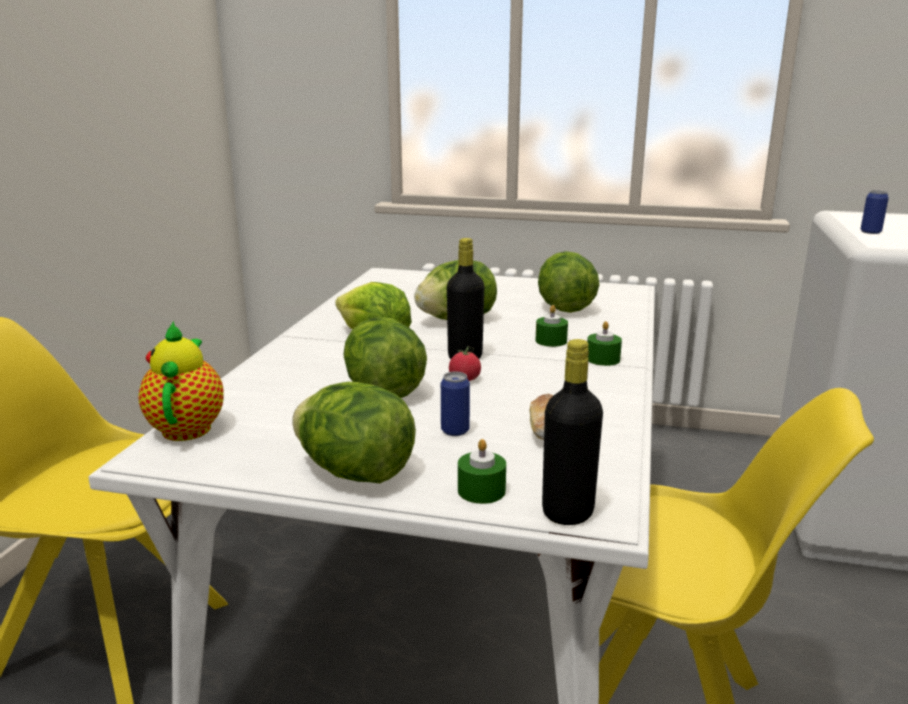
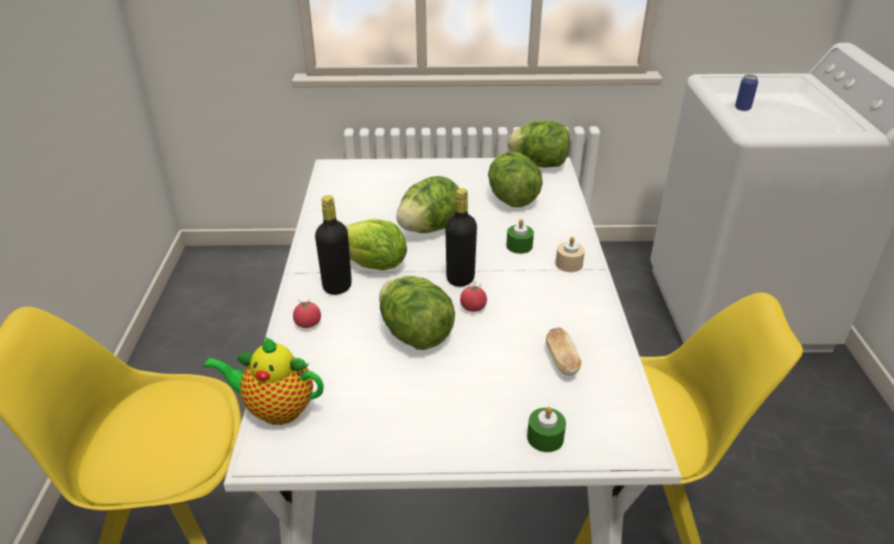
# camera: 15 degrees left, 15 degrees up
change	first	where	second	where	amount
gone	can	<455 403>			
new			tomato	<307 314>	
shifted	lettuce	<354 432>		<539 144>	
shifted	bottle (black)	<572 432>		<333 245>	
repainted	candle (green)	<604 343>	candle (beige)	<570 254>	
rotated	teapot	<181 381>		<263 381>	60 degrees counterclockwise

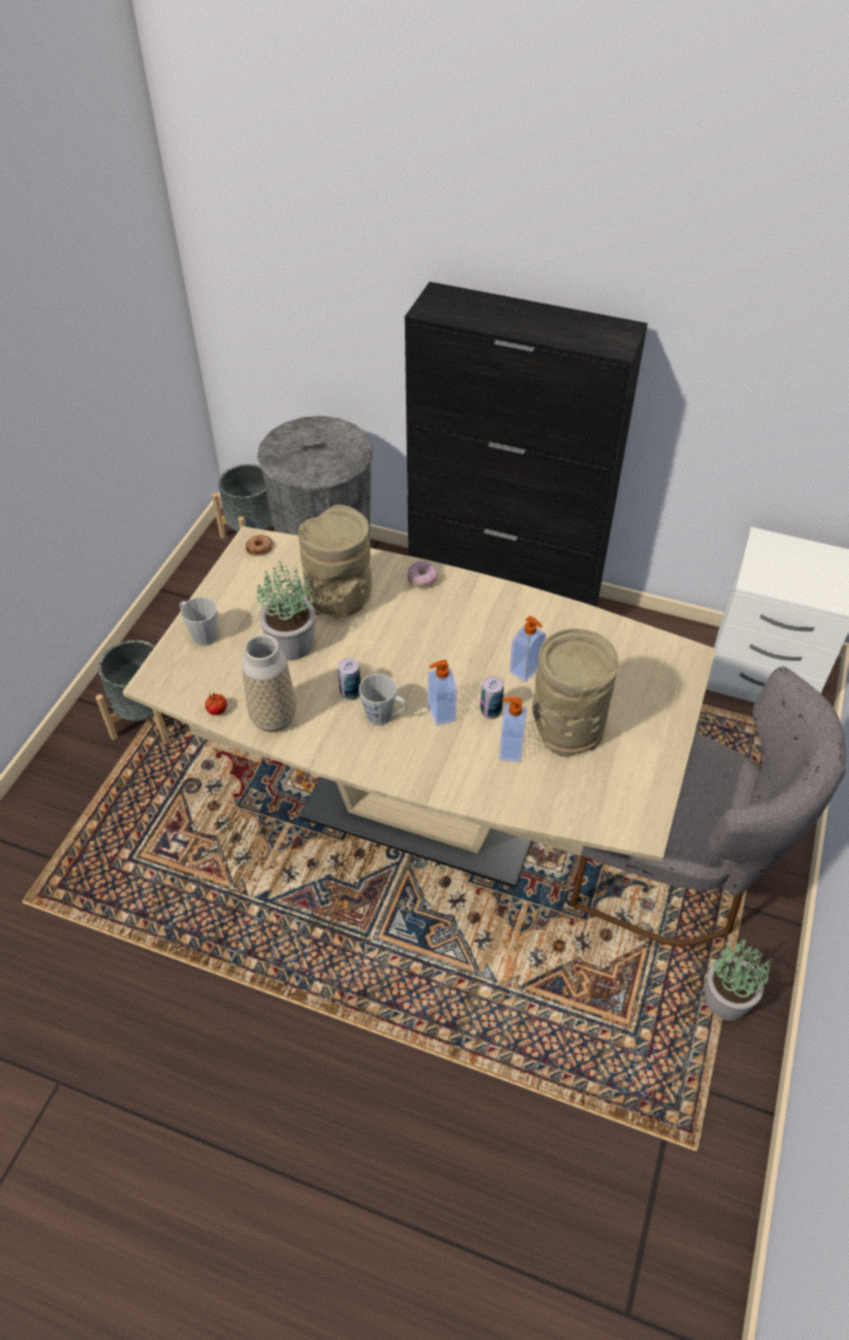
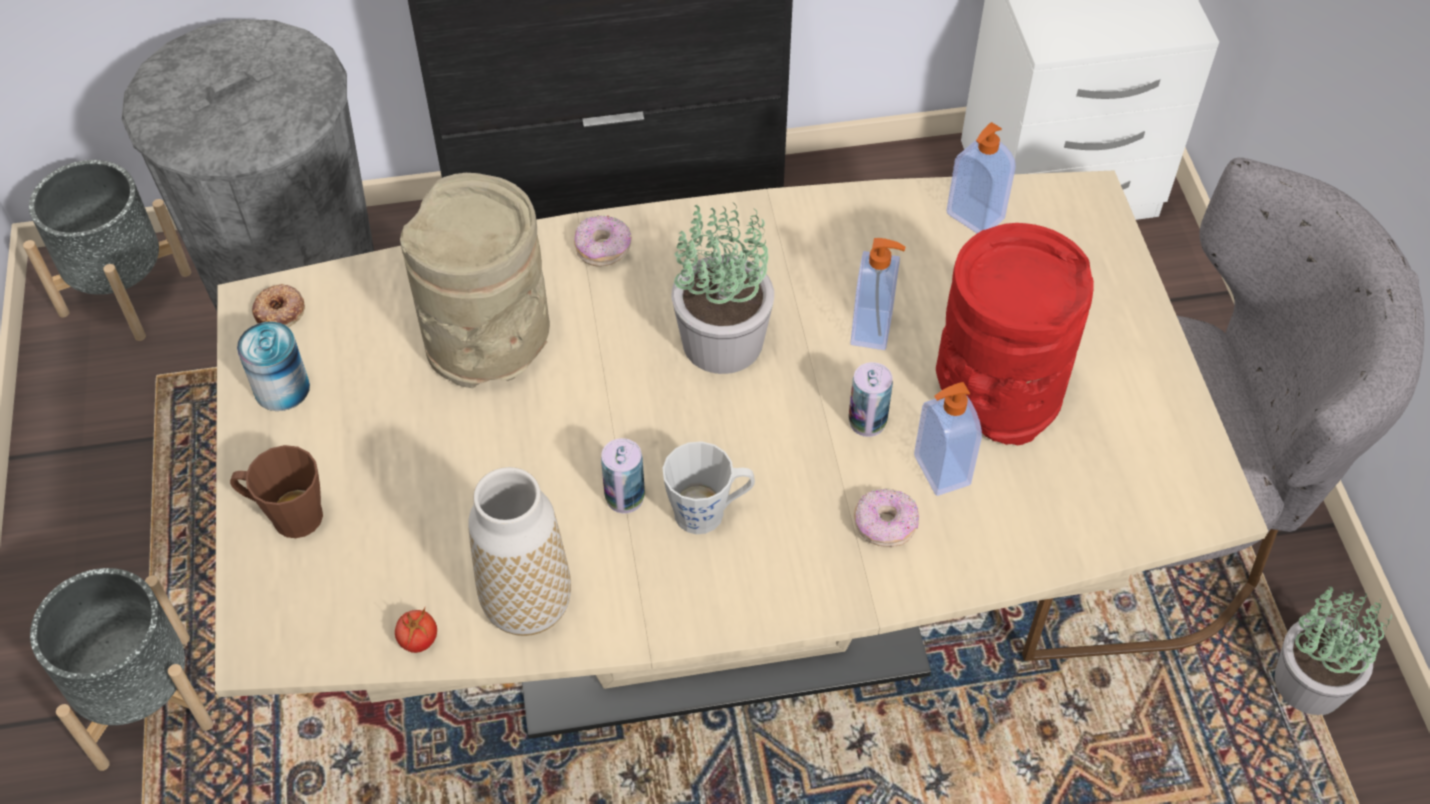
# camera: 30 degrees left, 5 degrees up
change	first	where	second	where	amount
new			can	<273 366>	
new			donut	<886 517>	
shifted	potted plant	<285 610>		<722 288>	
shifted	soap dispenser	<442 693>		<981 177>	
repainted	mug (grey)	<198 621>	mug (brown)	<276 491>	
repainted	vase (beige)	<575 693>	vase (red)	<1015 334>	

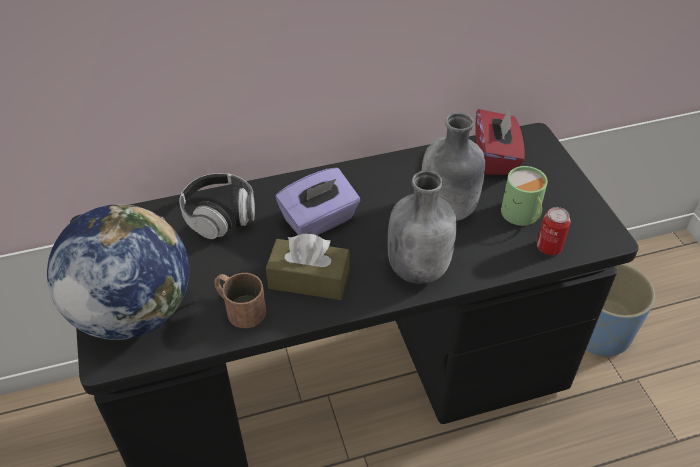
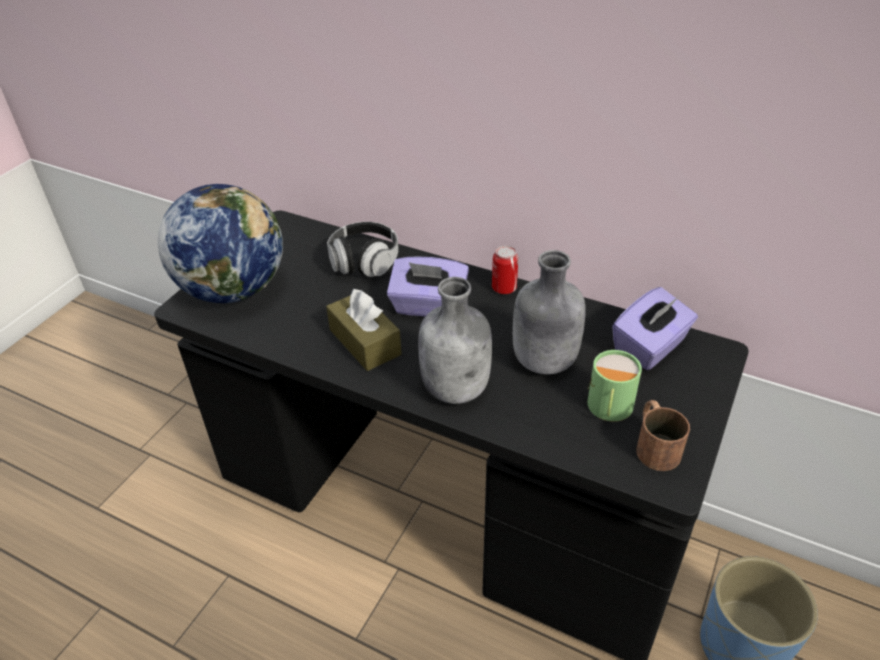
# camera: 45 degrees right, 5 degrees down
change	first	where	second	where	amount
shifted	mug (brown)	<240 300>		<663 435>	
shifted	can	<554 231>		<505 269>	
repainted	tissue box (red)	<500 142>	tissue box (purple)	<655 328>	

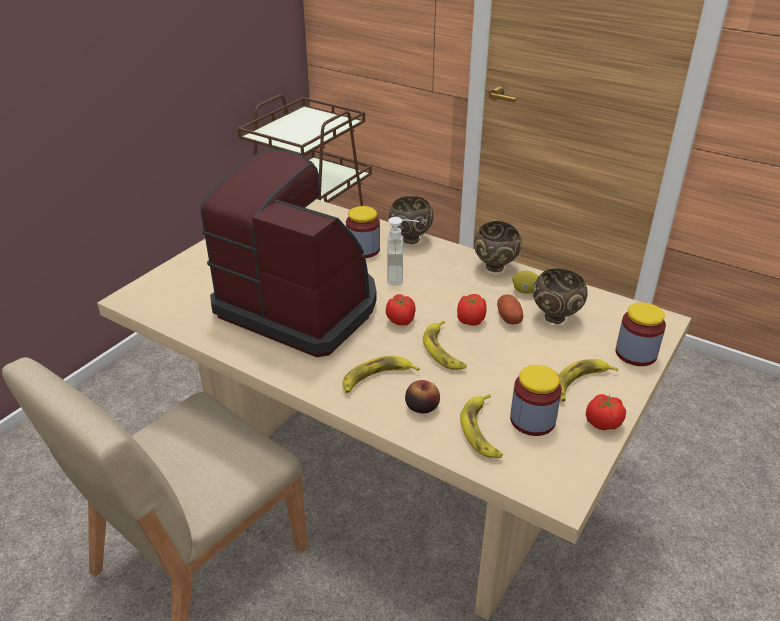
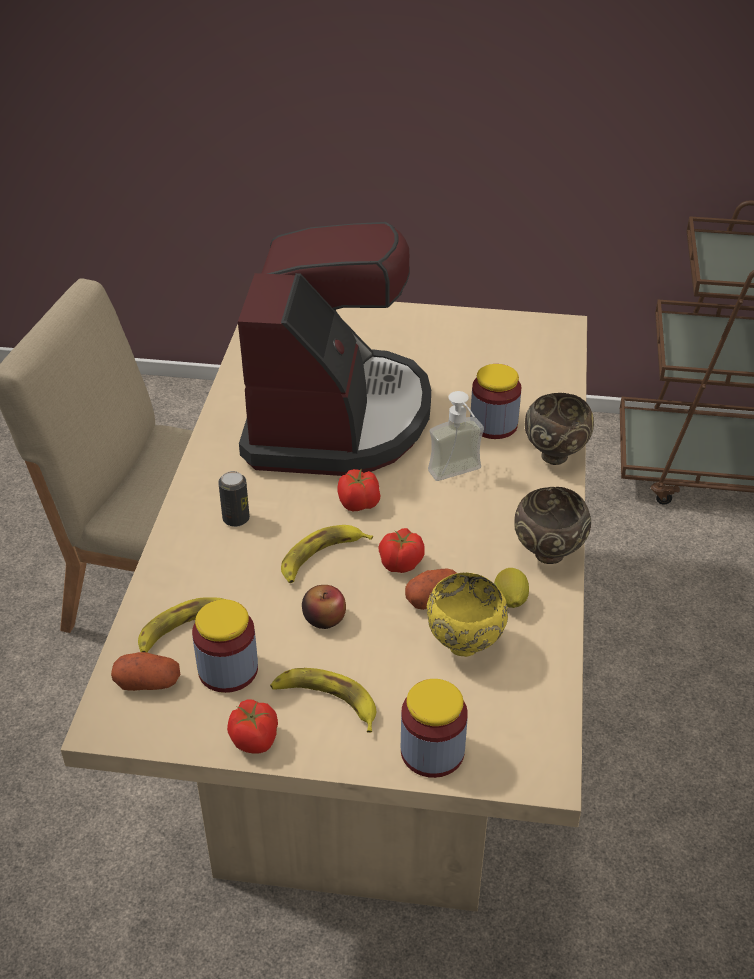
# camera: 65 degrees right, 5 degrees up
change	first	where	second	where	amount
new			potato	<145 671>	
shifted	apple	<422 396>		<324 607>	
swapped	banana	<381 374>	can	<234 499>	
repainted	bowl (brown)	<560 296>	bowl (yellow)	<467 615>	

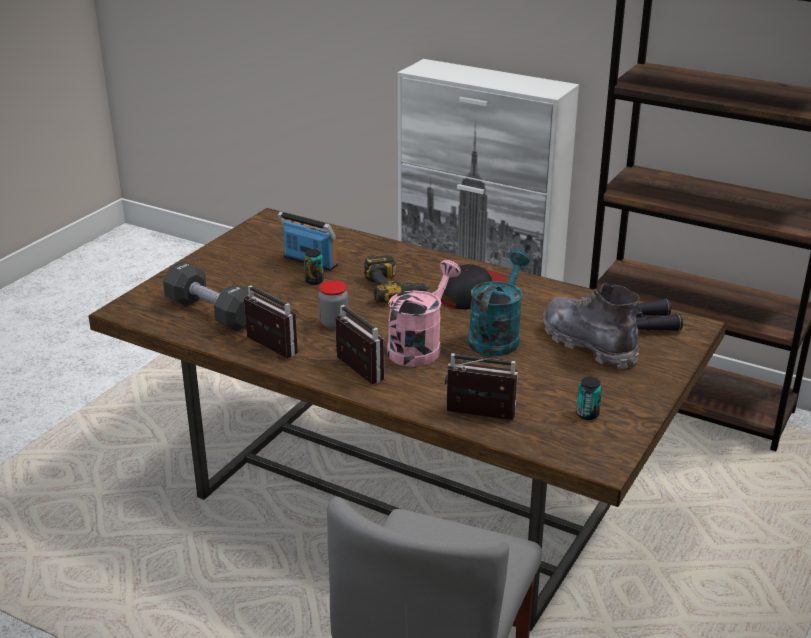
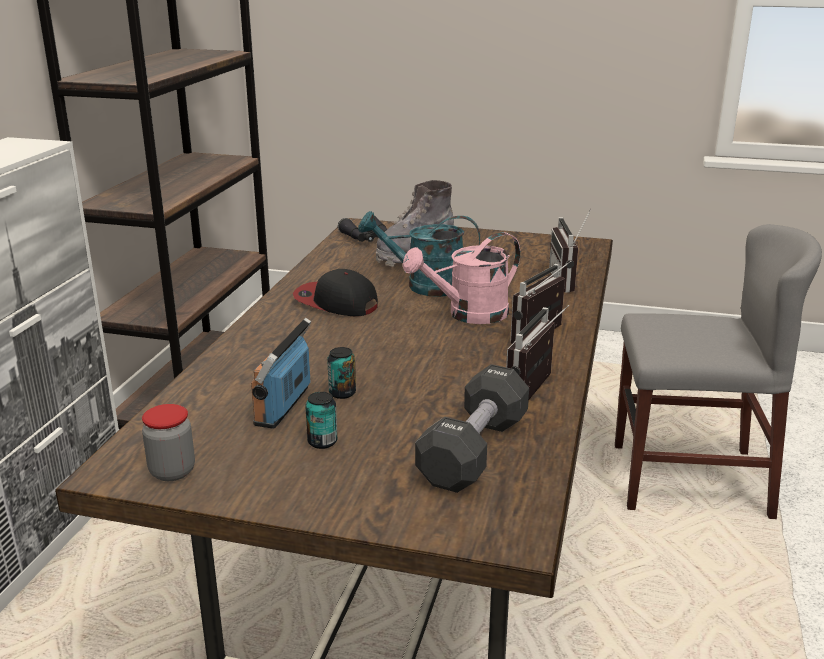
# camera: 105 degrees left, 5 degrees down
change	first	where	second	where	amount
gone	power drill	<397 279>			
shifted	jar	<333 304>		<168 442>	
shifted	can	<589 398>		<321 420>	
rotated	watering can (pink)	<424 313>		<461 278>	45 degrees counterclockwise

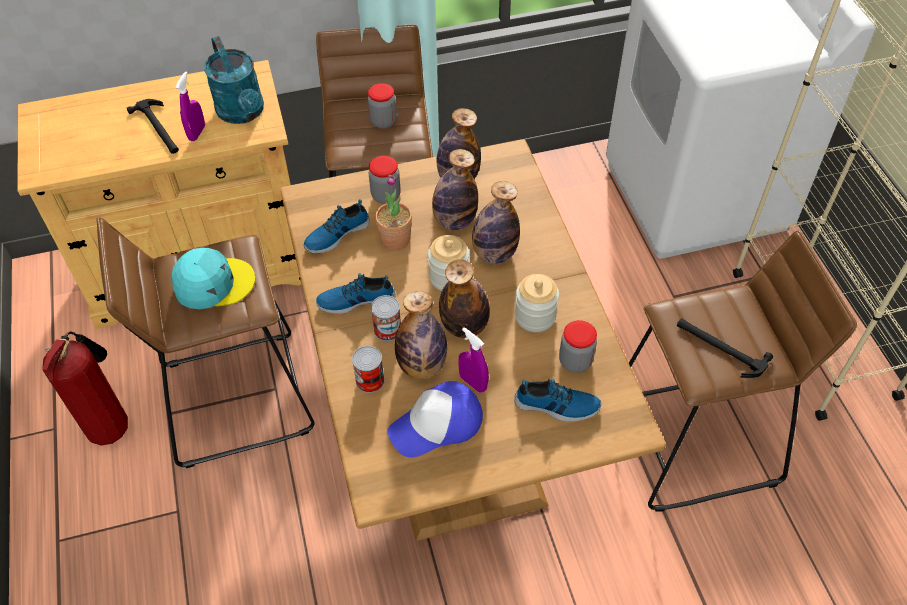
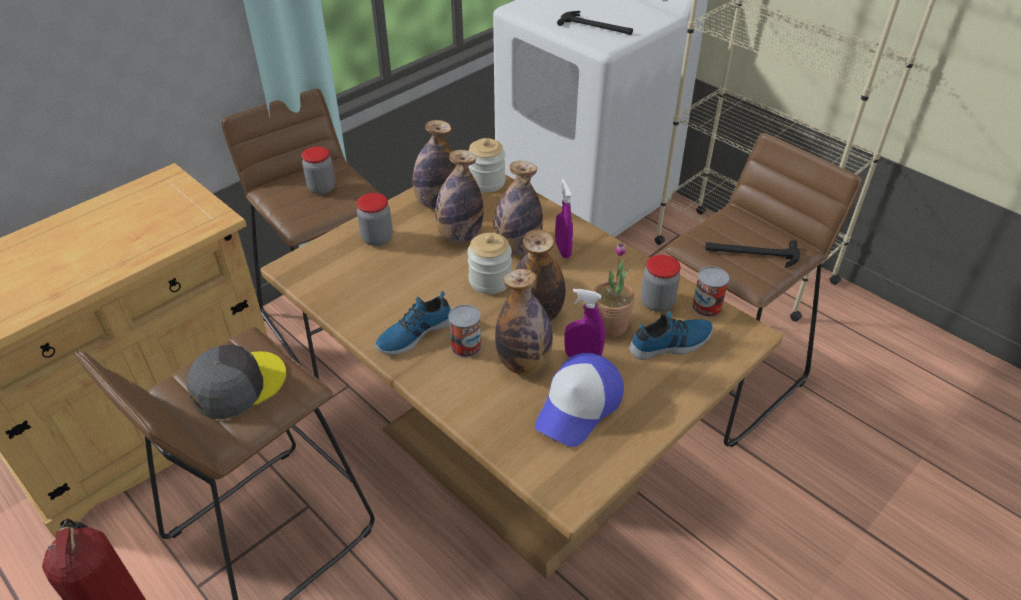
# camera: 30 degrees left, 10 degrees down
change	first	where	second	where	amount
gone	watering can (turquoise)	<234 80>			
gone	shoe	<336 226>			
shifted	hammer	<153 126>		<595 23>	
shifted	spray bottle (purple)	<190 106>		<564 218>	
shifted	can	<368 369>		<710 291>	
shifted	potted plant	<393 212>		<614 290>	
shifted	jar	<537 303>		<486 165>	
repainted	cap (turquoise)	<213 278>	cap (grey)	<236 381>	

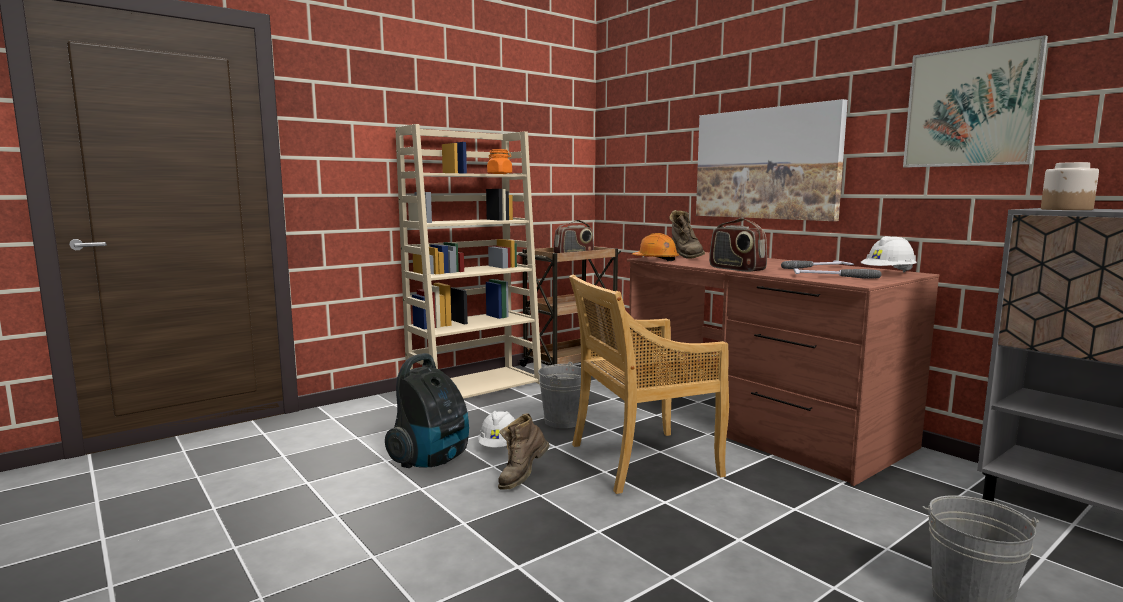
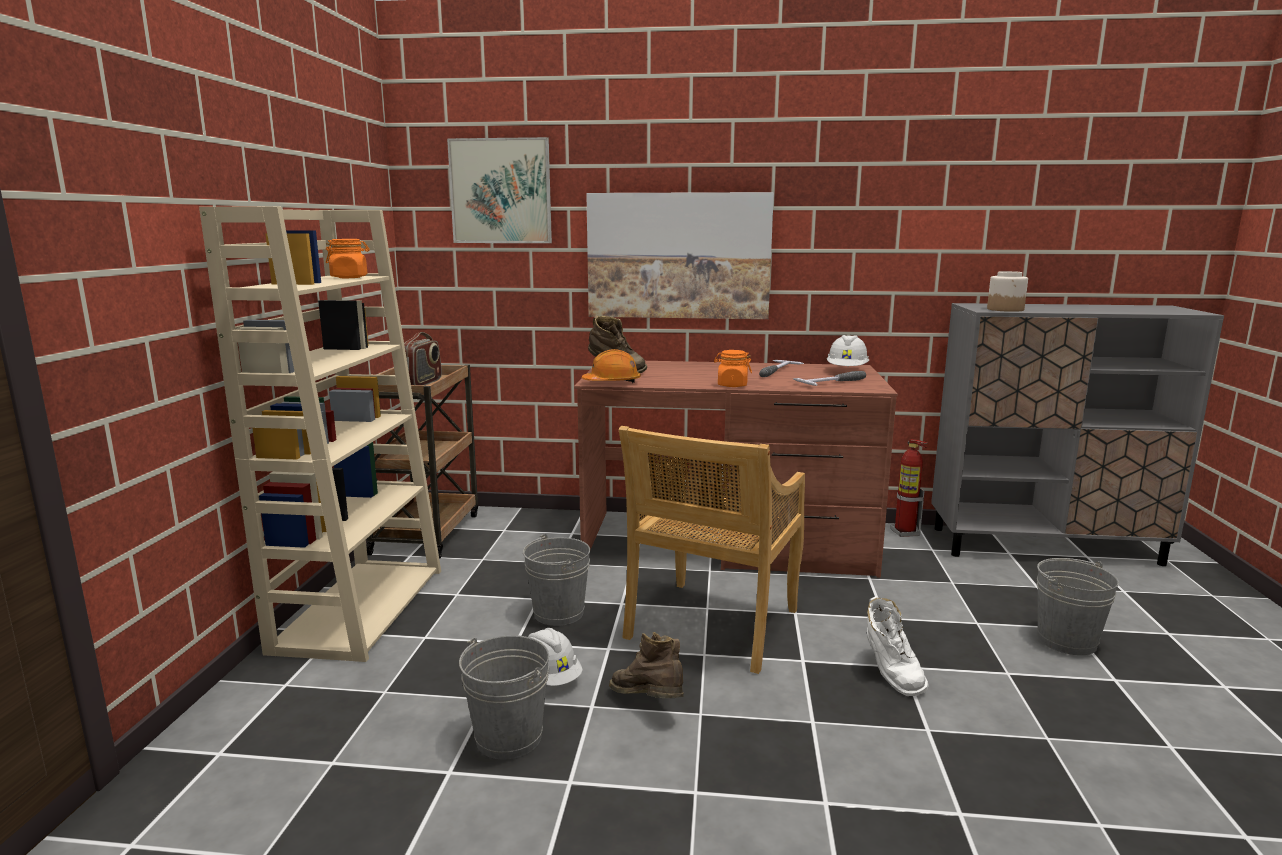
# camera: 45 degrees left, 5 degrees up
change	first	where	second	where	amount
new			boot (white)	<898 646>	
new			fire extinguisher	<909 488>	
shifted	picture	<975 101>		<499 190>	
swapped	vacuum cleaner	<427 410>	bucket (grey)	<504 697>	
swapped	radio	<738 245>	jar (orange)	<733 368>	
rotated	boot (brown)	<524 451>		<646 665>	150 degrees clockwise

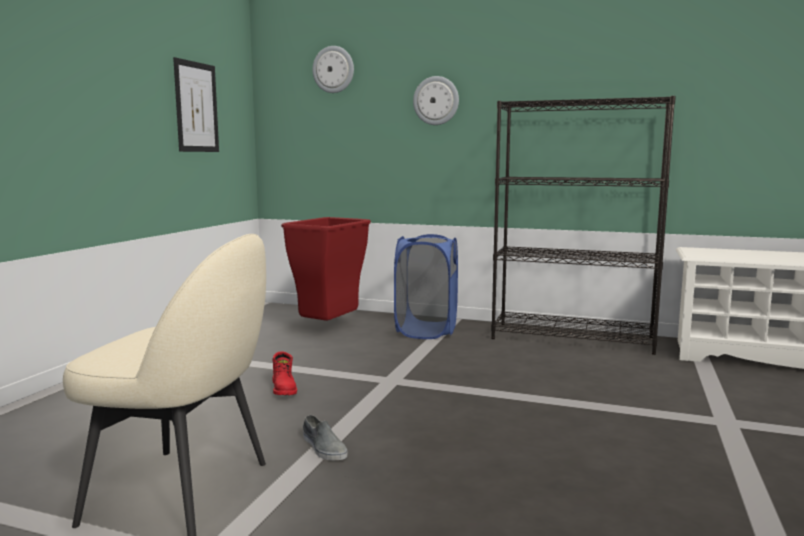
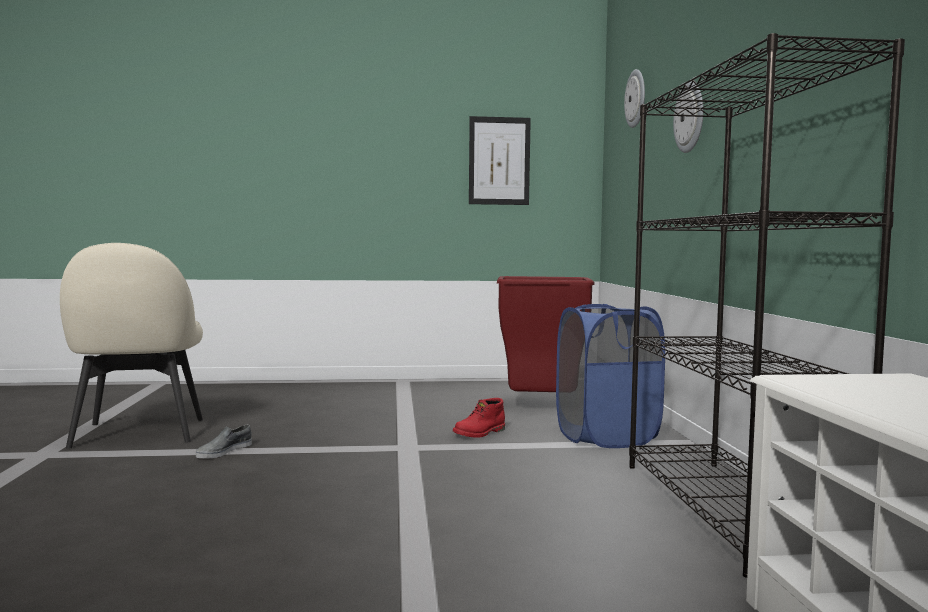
# camera: 65 degrees right, 5 degrees down
change	first	where	second	where	amount
shifted	boot (red)	<284 373>		<479 418>	

